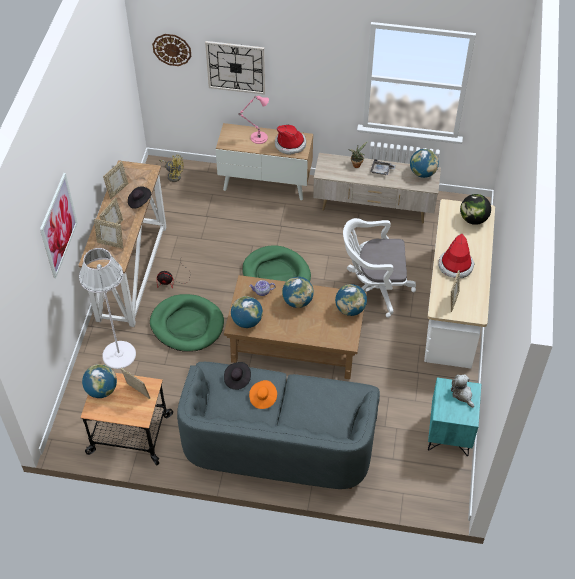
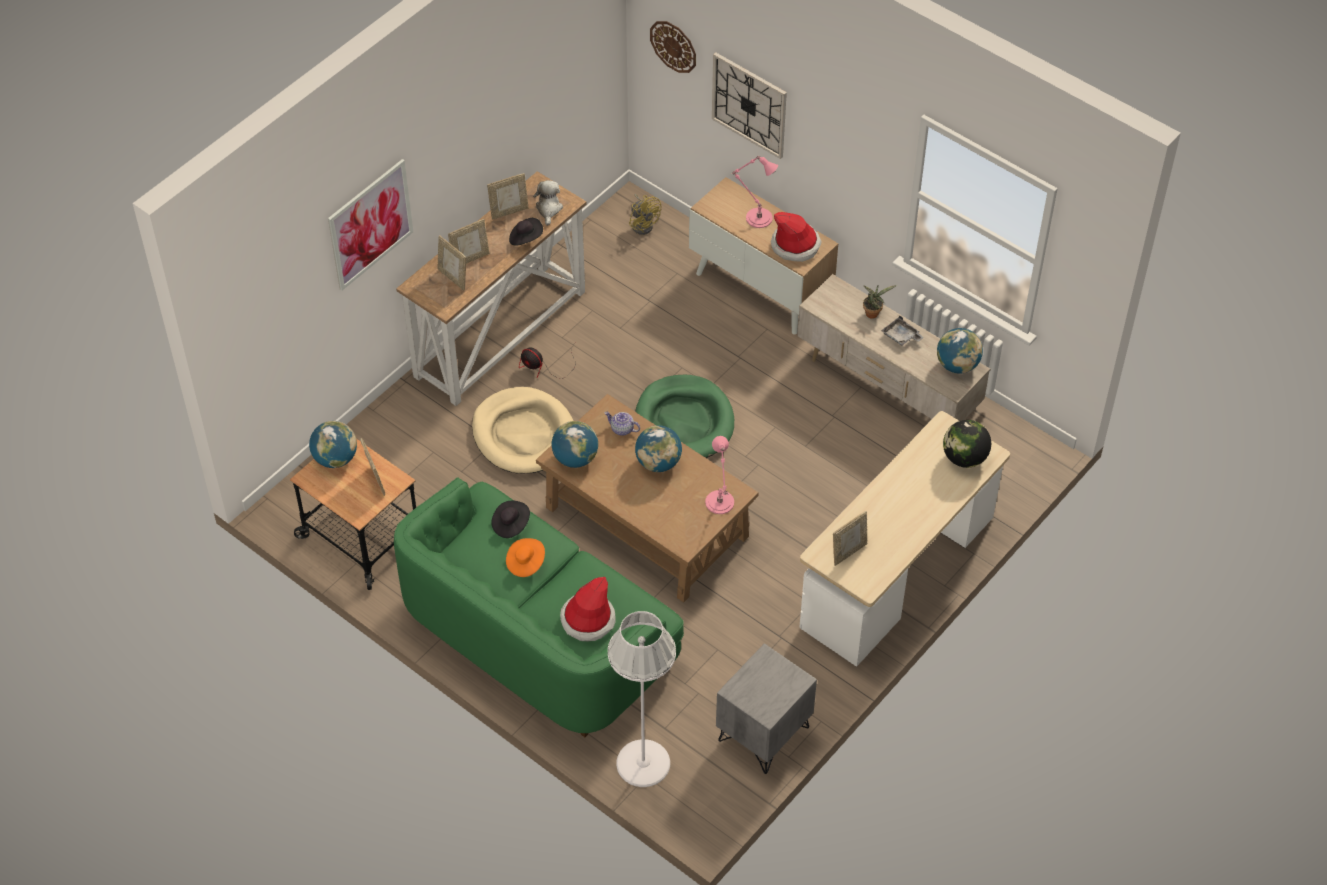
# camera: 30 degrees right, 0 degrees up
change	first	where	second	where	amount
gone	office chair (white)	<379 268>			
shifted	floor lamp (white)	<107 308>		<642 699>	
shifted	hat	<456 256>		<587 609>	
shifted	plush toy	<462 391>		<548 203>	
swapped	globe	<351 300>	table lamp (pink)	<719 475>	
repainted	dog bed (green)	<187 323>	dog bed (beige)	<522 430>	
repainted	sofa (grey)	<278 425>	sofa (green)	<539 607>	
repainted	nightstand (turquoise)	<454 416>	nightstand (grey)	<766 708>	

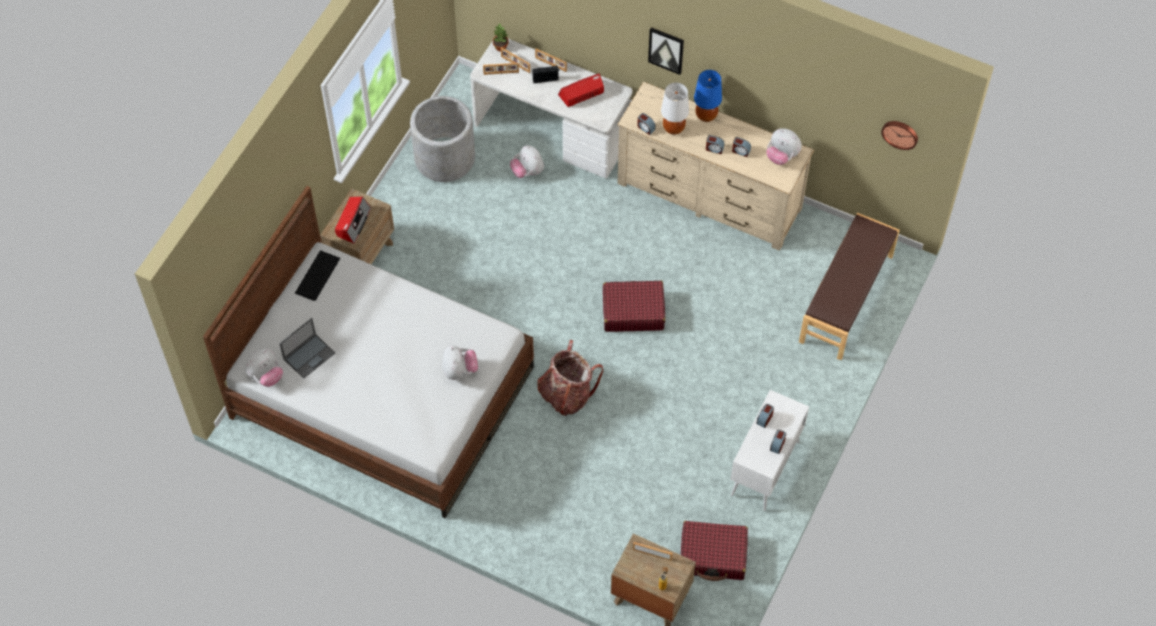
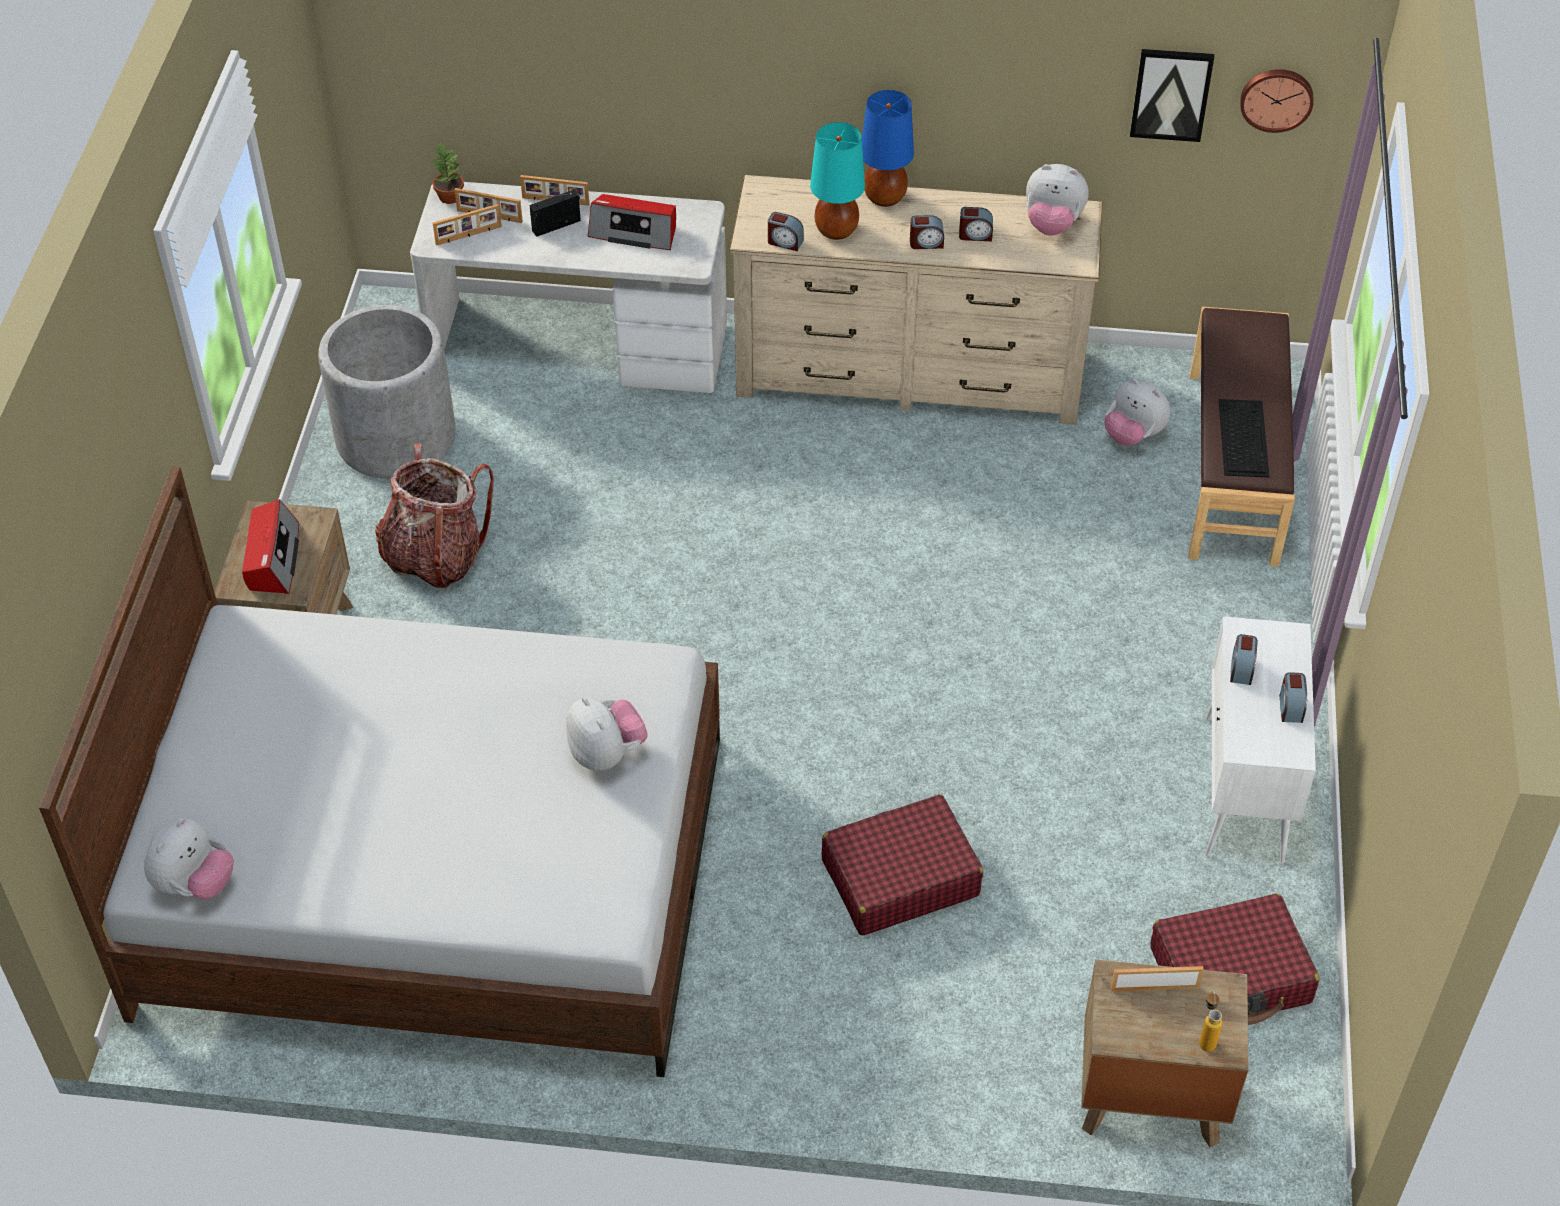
# camera: 20 degrees left, 10 degrees down
change	first	where	second	where	amount
gone	laptop	<307 348>			
shifted	keyboard	<317 275>		<1244 438>	
shifted	plush toy	<527 161>		<1137 412>	
shifted	backpack	<570 378>		<434 515>	
shifted	suitcase (red)	<634 306>		<902 865>	
shifted	picture	<666 51>		<1172 95>	
repainted	table lamp (white)	<675 109>	table lamp (turquoise)	<837 181>	
rotated	radio	<581 90>		<632 222>	120 degrees counterclockwise

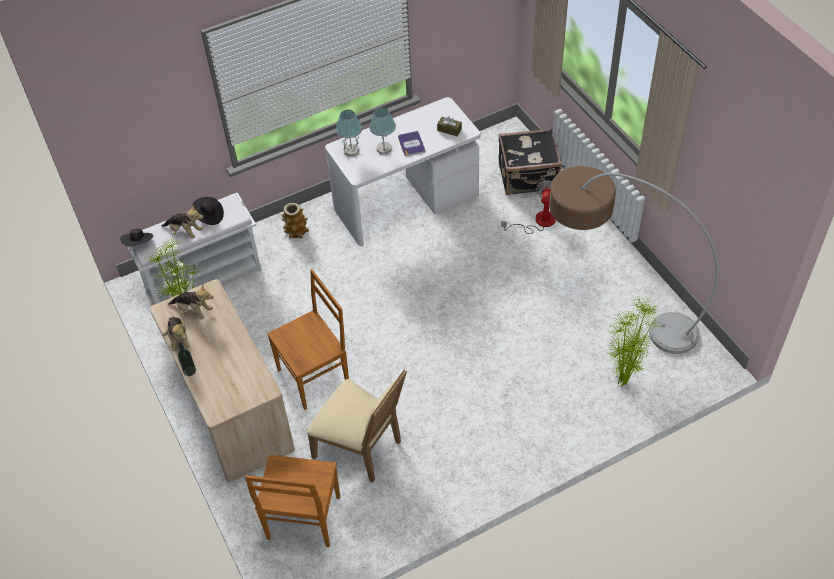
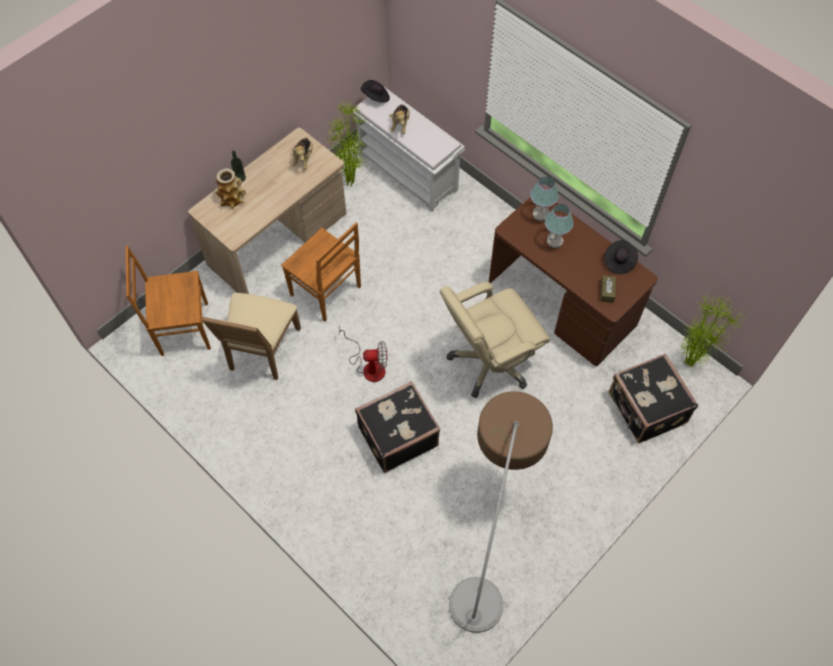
# camera: 70 degrees right, 10 degrees up
change	first	where	second	where	amount
gone	plush toy	<176 334>			
gone	book	<412 143>			
new			suitcase (black)	<397 427>	
new			office chair (beige)	<495 340>	
shifted	hat (black)	<208 211>		<621 257>	
shifted	vase	<295 221>		<230 188>	
shifted	fan	<528 207>		<363 354>	
shifted	potted plant	<634 342>		<711 331>	
repainted	desk (white)	<402 171>	desk (brown)	<573 281>	

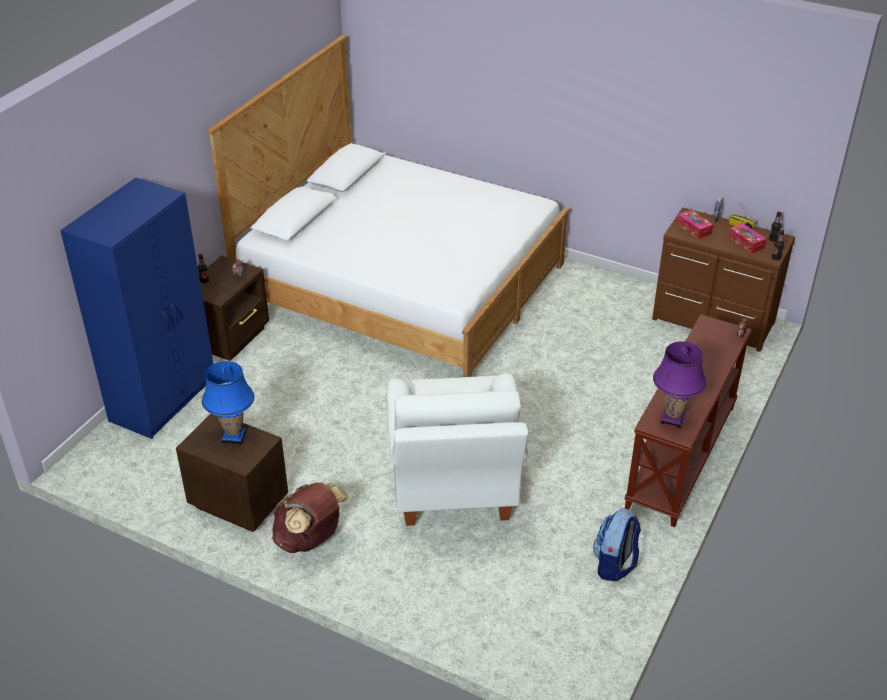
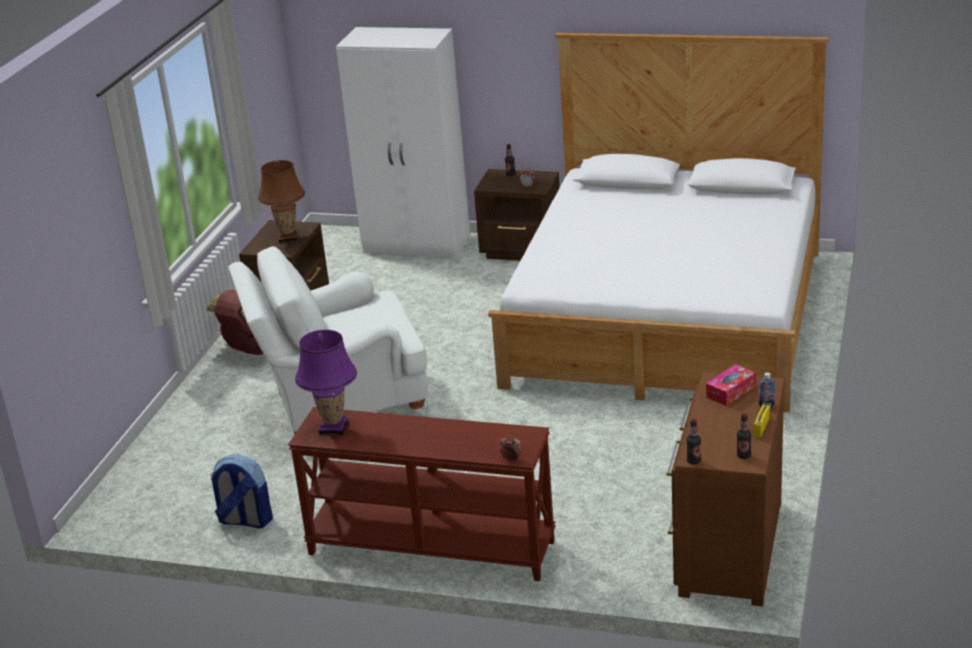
# camera: 80 degrees right, 10 degrees down
change	first	where	second	where	amount
gone	tissue box	<747 238>			
repainted	wardrobe (blue)	<137 308>	wardrobe (white)	<403 142>	
repainted	table lamp (blue)	<228 403>	table lamp (brown)	<281 201>	

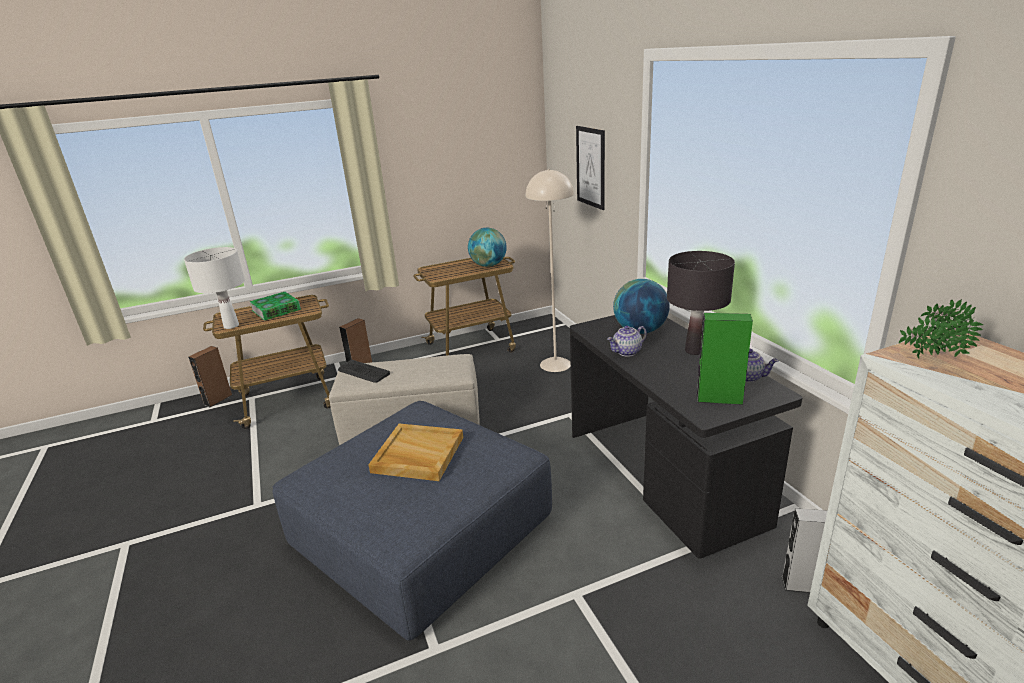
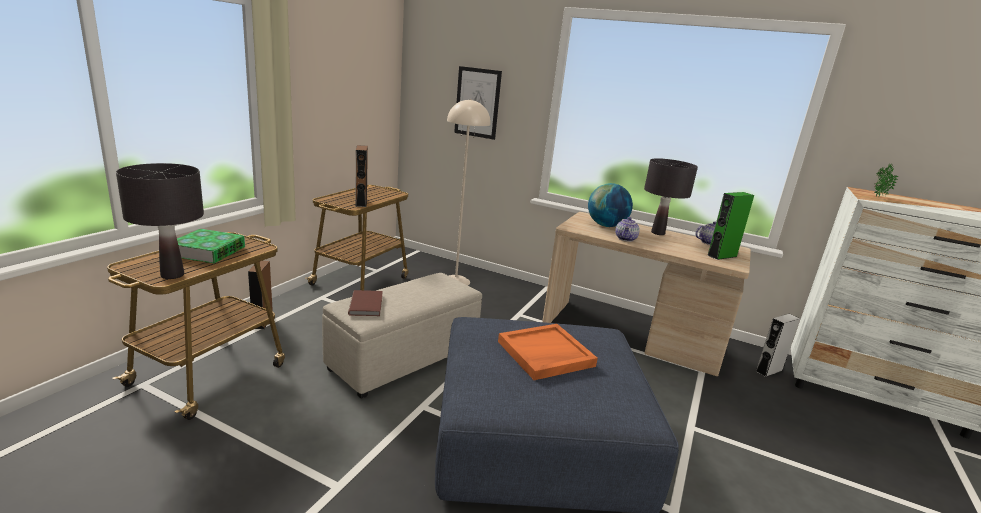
# camera: 45 degrees left, 5 degrees down
change	first	where	second	where	amount
gone	globe	<487 247>			
shifted	speaker (brown)	<210 376>		<361 176>	
swapped	keyboard	<364 371>	book (brown)	<365 303>	
repainted	table lamp (white)	<214 288>	table lamp (black)	<160 221>	
repainted	tray (beige)	<415 452>	tray (orange)	<548 352>	
repainted	desk (black)	<686 437>	desk (beige)	<646 294>	

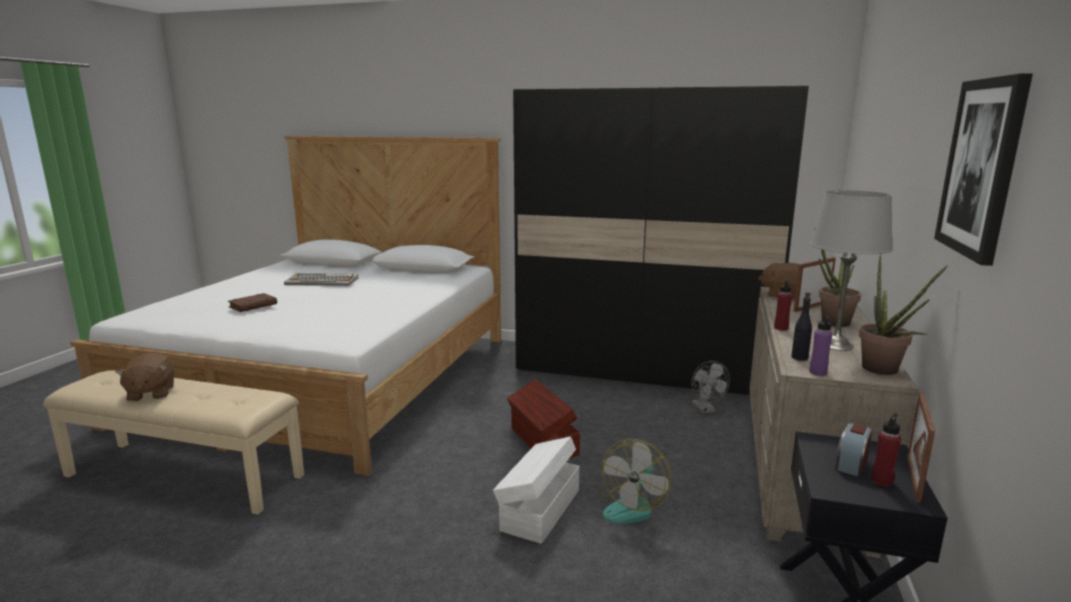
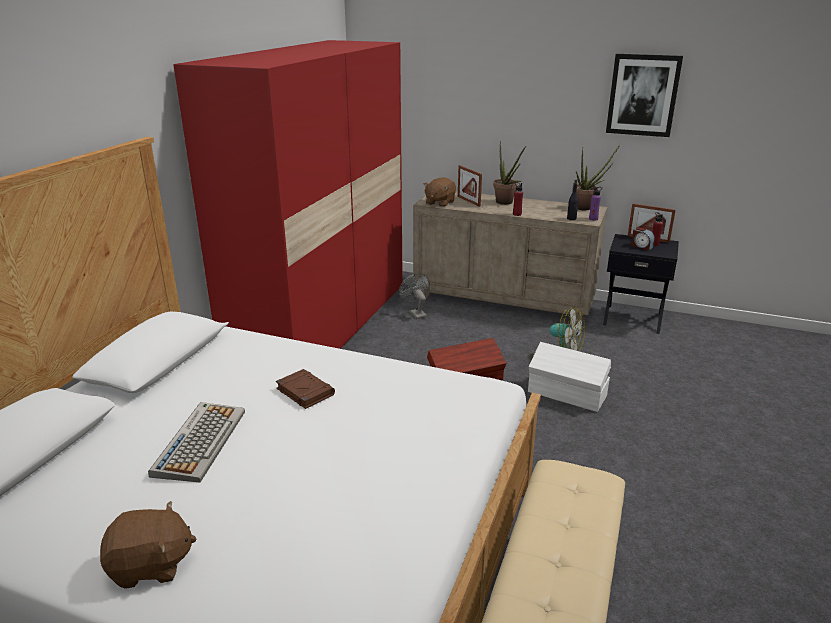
# camera: 85 degrees left, 10 degrees up
change	first	where	second	where	amount
gone	table lamp (grey)	<851 270>			
shifted	plush toy (brown)	<144 377>		<148 545>	
shifted	book (brown)	<252 302>		<305 389>	
repainted	wardrobe (black)	<661 240>	wardrobe (red)	<288 194>	
rotated	fan (grey)	<710 387>		<414 296>	105 degrees counterclockwise

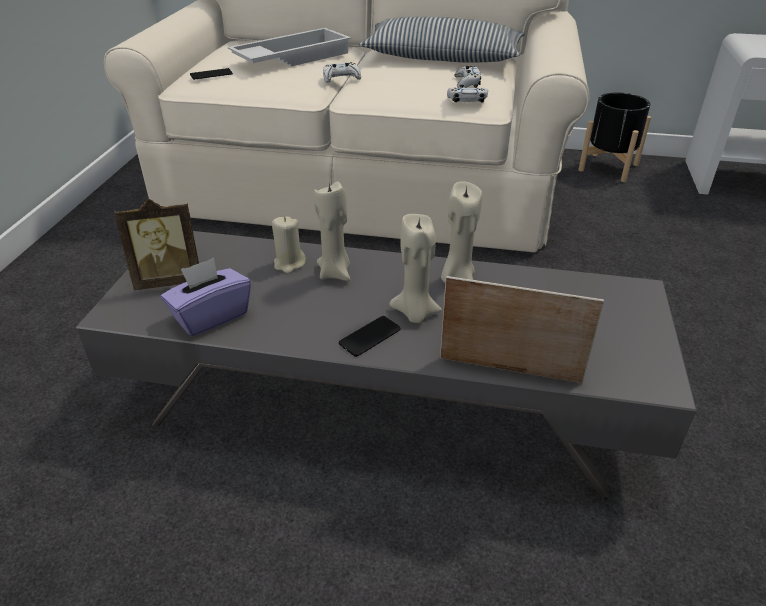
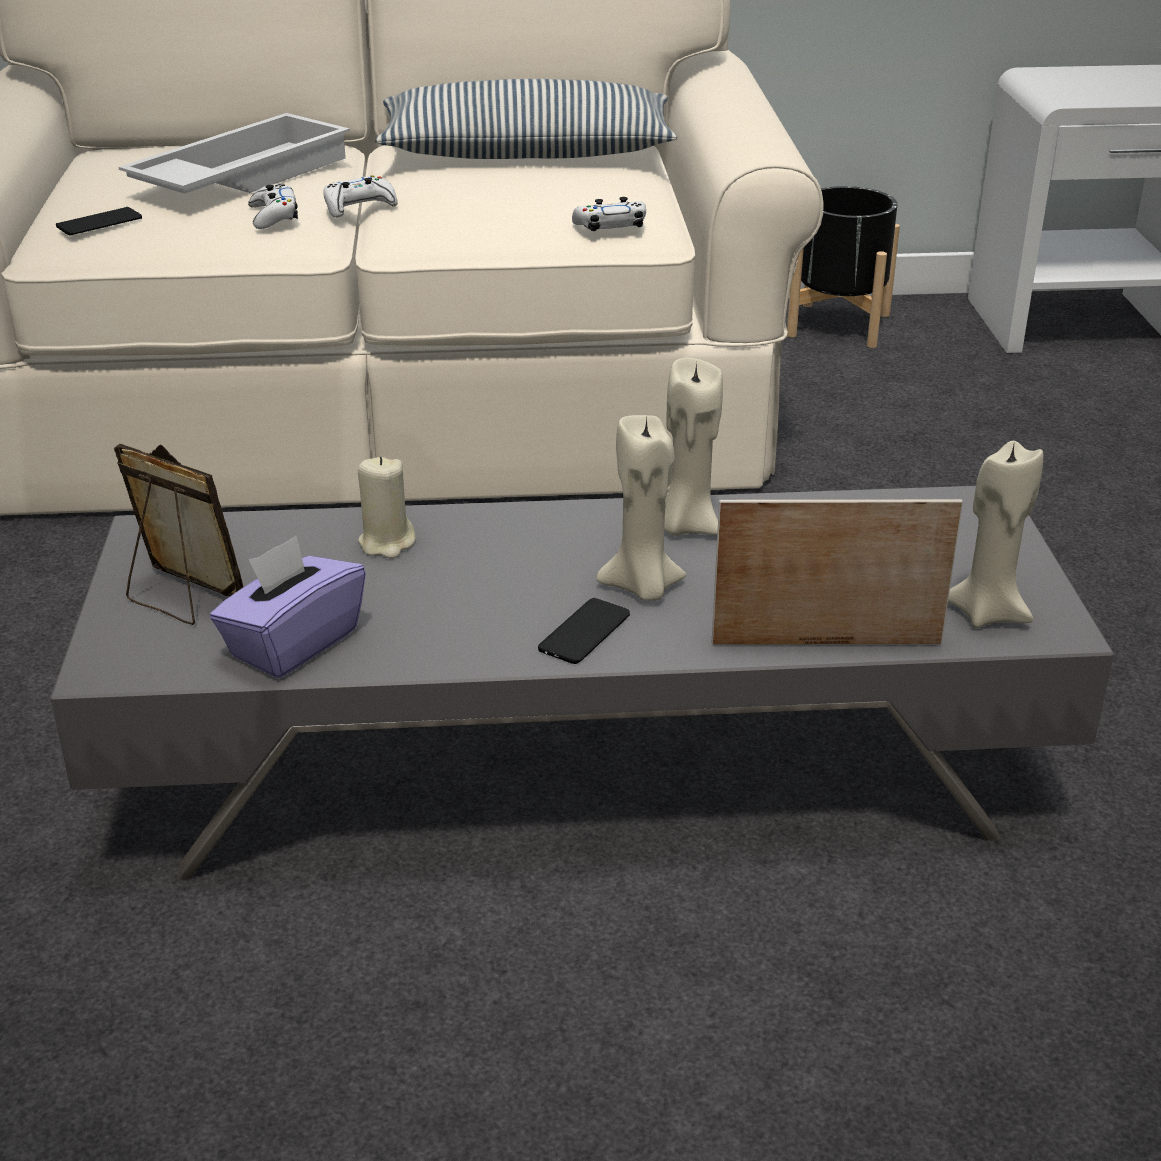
# camera: 15 degrees left, 5 degrees down
change	first	where	second	where	amount
shifted	candle (beige)	<332 231>		<996 534>	
shifted	game controller (white)	<467 77>		<273 206>	
rotated	picture frame	<156 244>		<178 534>	120 degrees counterclockwise

